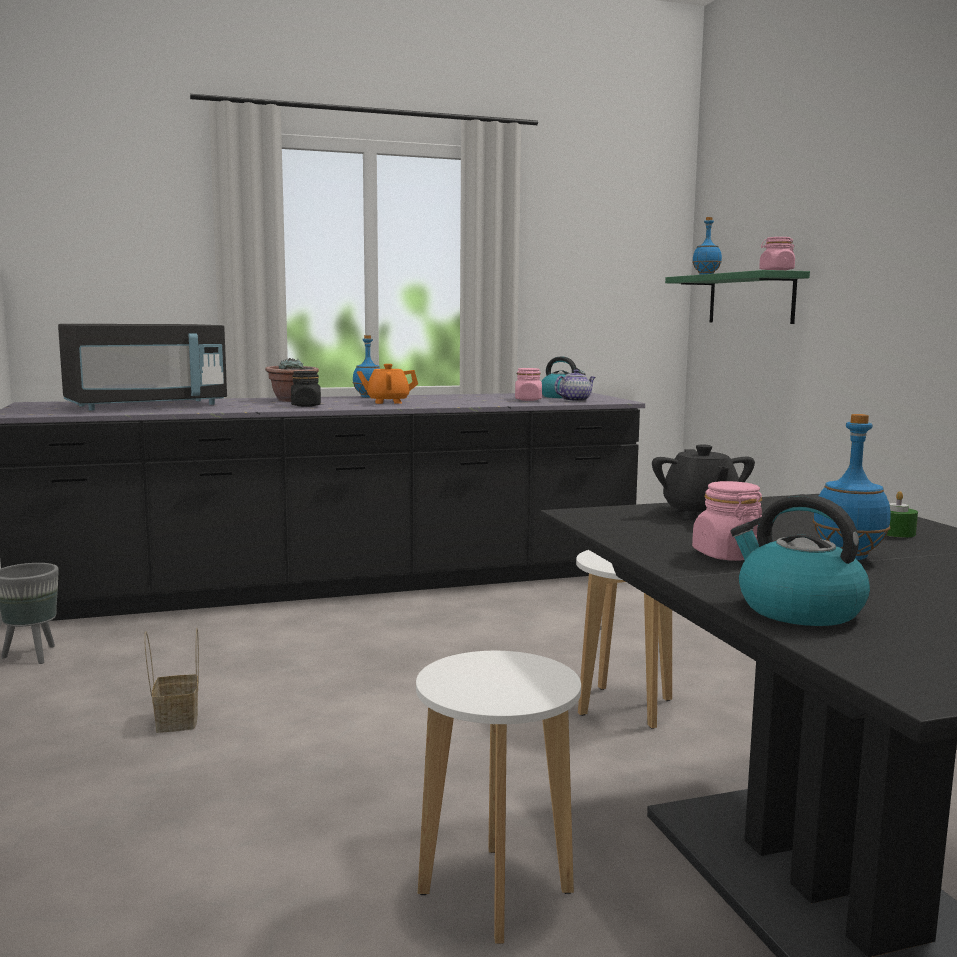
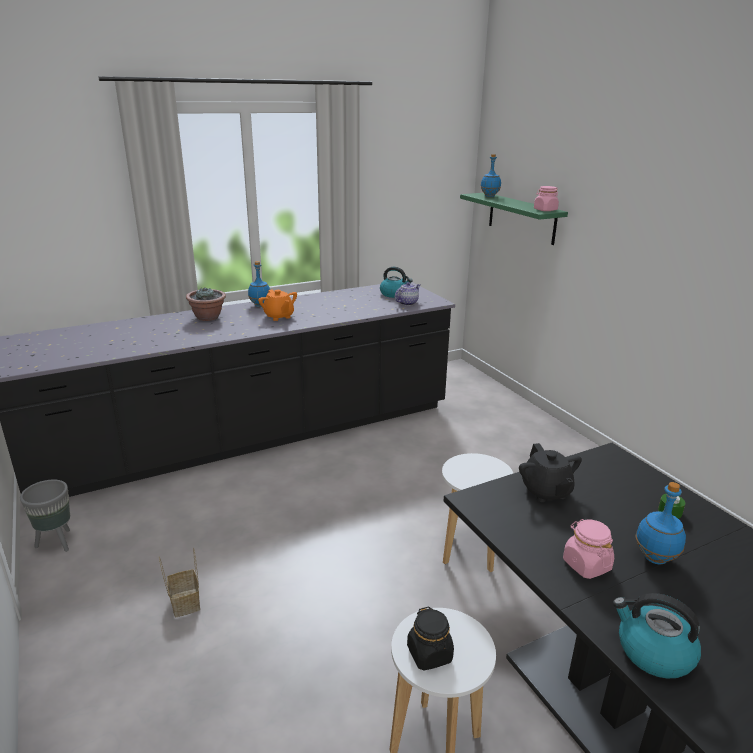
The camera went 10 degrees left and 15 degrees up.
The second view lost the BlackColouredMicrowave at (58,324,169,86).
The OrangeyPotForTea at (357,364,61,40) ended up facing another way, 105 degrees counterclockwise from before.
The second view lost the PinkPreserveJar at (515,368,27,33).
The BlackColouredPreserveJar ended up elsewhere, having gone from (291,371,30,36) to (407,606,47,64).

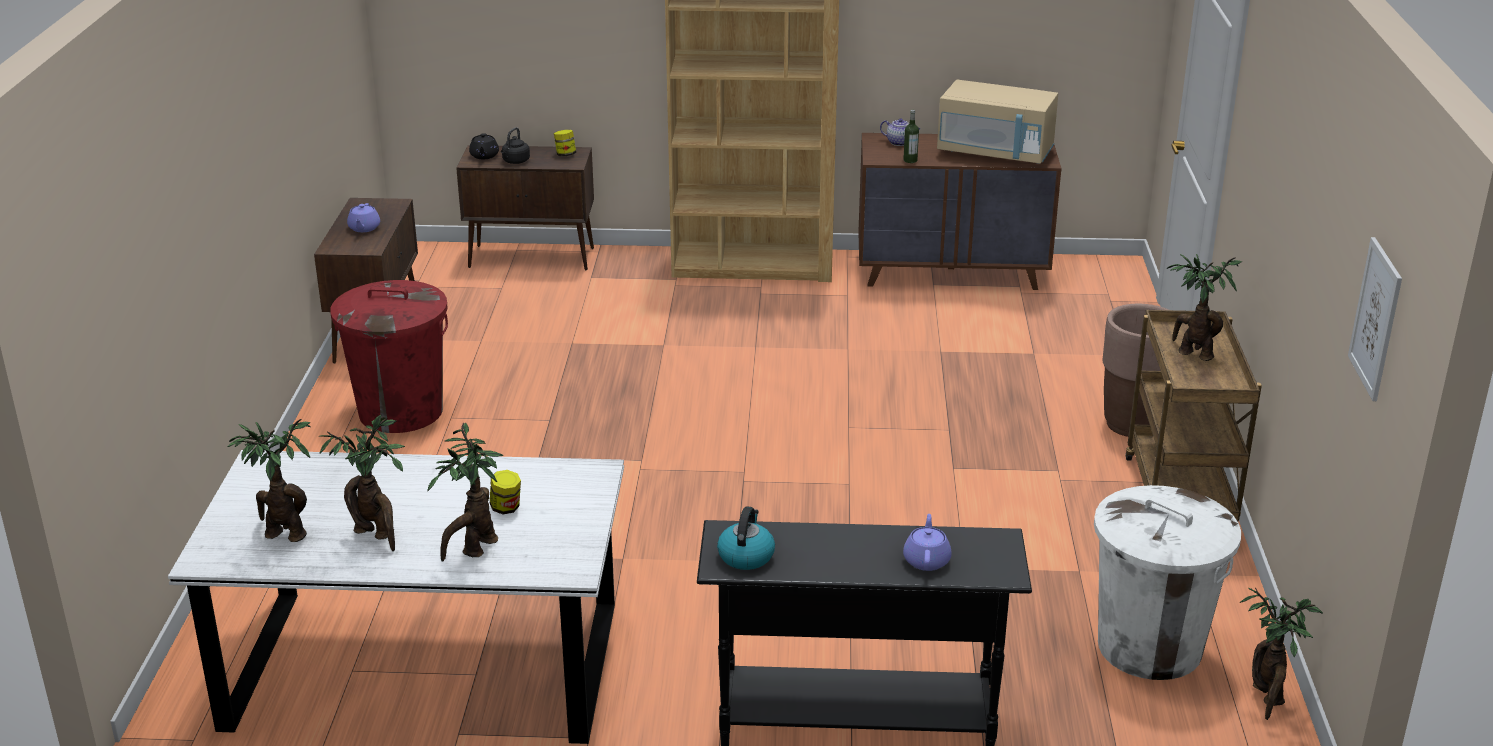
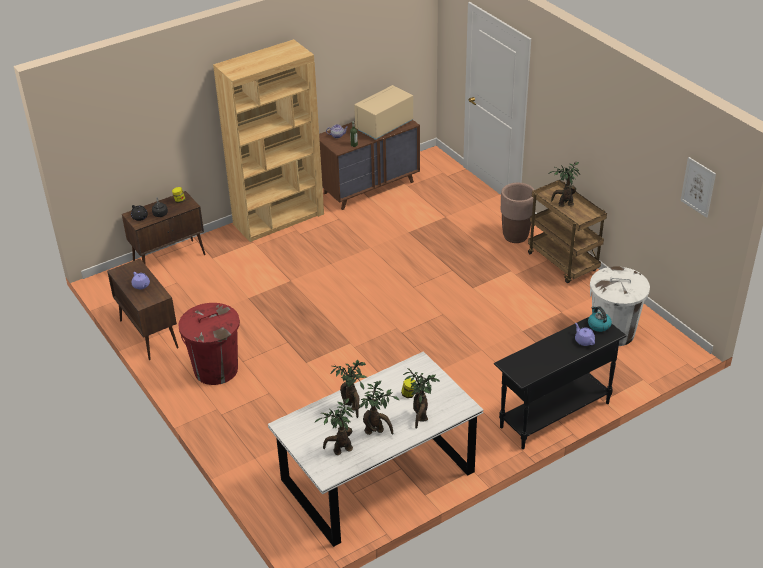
The camera went 35 degrees left and 10 degrees up.
The BeigeMicrowave at (937,80,121,84) ended up facing another way, 150 degrees clockwise from before.
The Kettle ended up elsewhere, having gone from (717,506,58,64) to (588,306,24,26).
The PottedPlant ended up elsewhere, having gone from (1240,588,83,132) to (330,360,37,58).

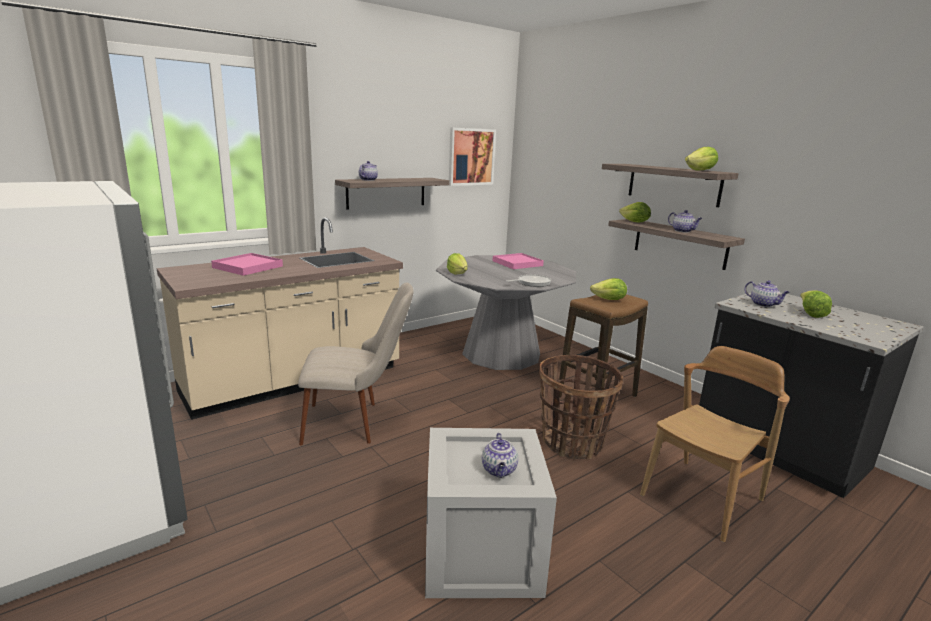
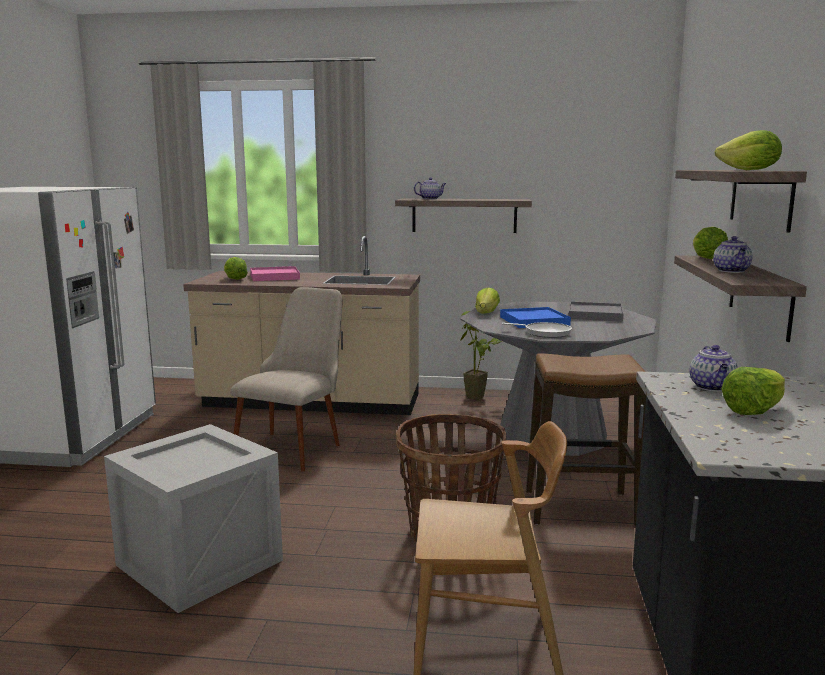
The camera went 45 degrees right and 5 degrees down.
The second view lost the WallArt at (449,127,47,59).
What was the PinkTray at (493,253,51,16) turned into the GreyTray at (569,302,55,20).
The LettuceHead ended up elsewhere, having gone from (590,278,37,22) to (224,257,24,23).
The BeigePlainChair at (298,282,116,163) ended up facing another way, 105 degrees counterclockwise from before.
The second view lost the PotForTea at (482,433,36,45).
The second view gained the BlueColouredTray at (500,307,71,21).
The second view gained the PottedPlant at (460,311,42,89).

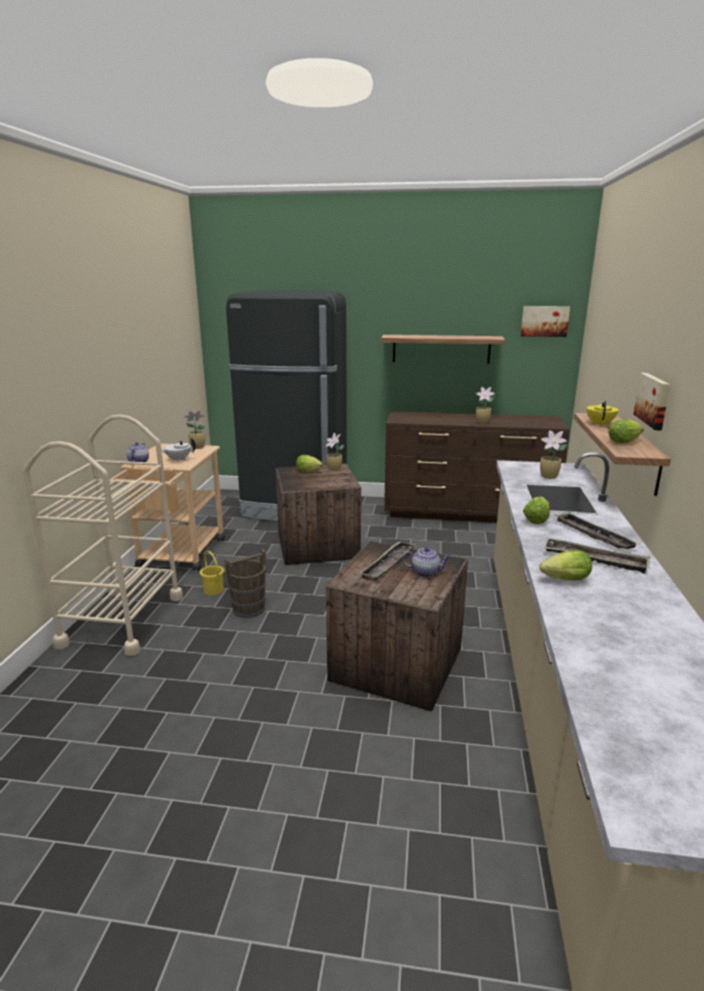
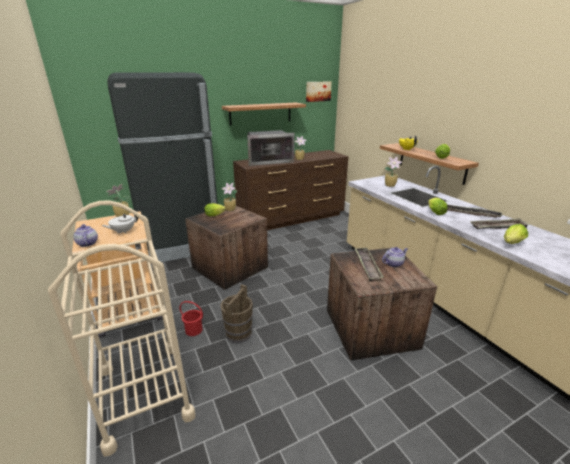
The camera went 35 degrees left and 5 degrees up.
The second view lost the WallArt at (634,373,37,57).
What was the YellowColouredBucket at (200,551,24,44) turned into the RedColouredBucket at (179,301,24,35).
The second view gained the Microwave at (247,130,48,36).

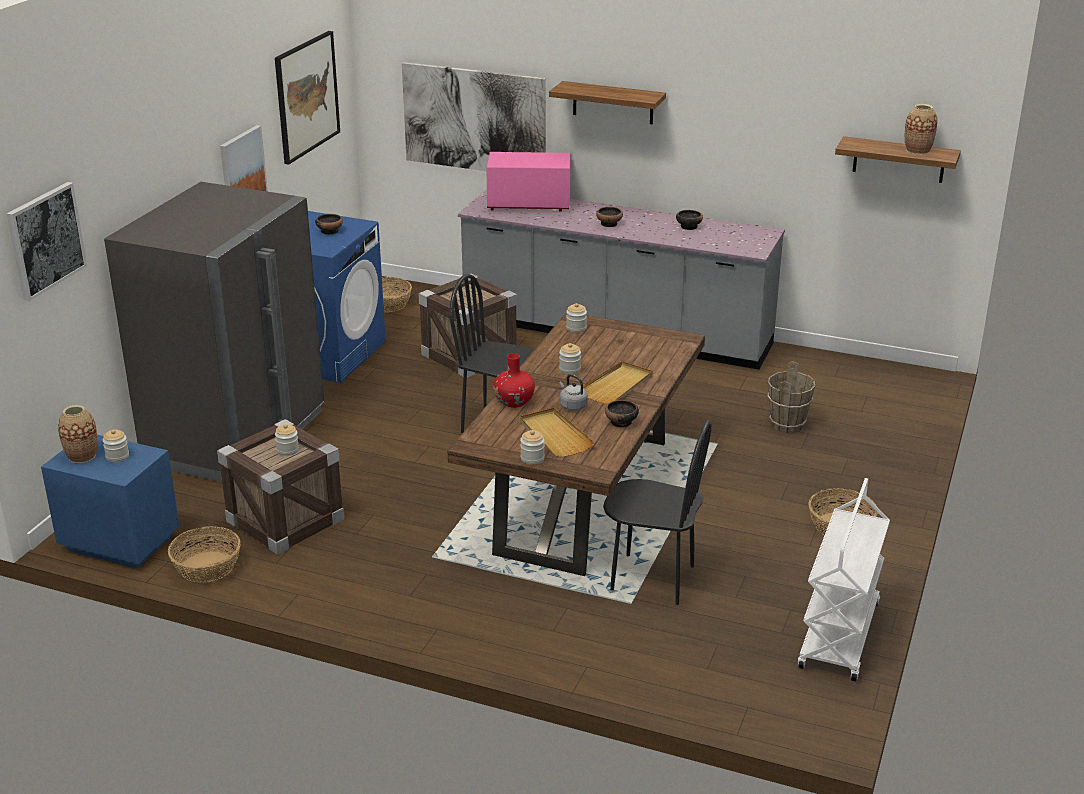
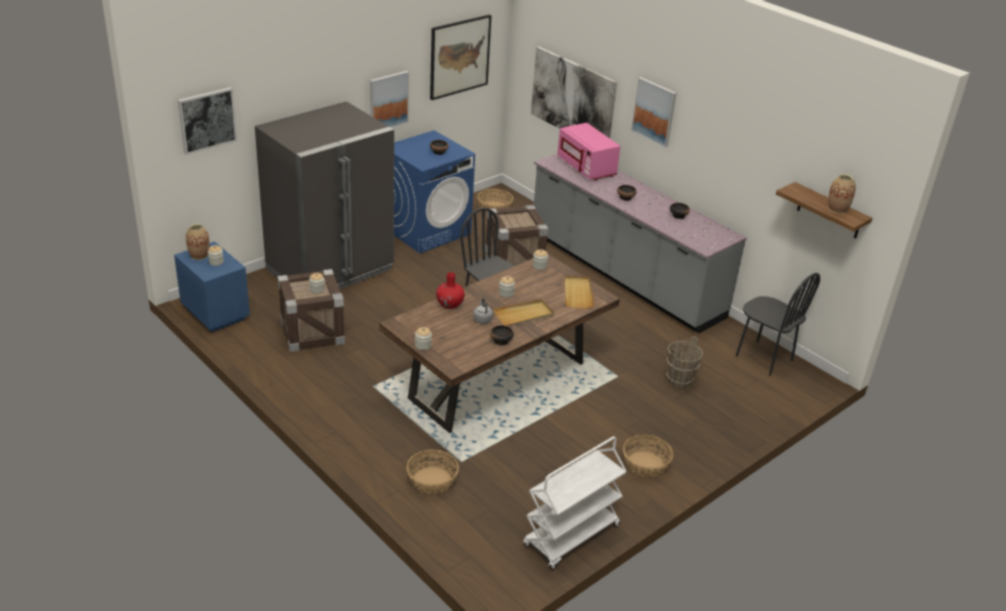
The camera went 25 degrees right and 5 degrees up.
Where the BracketShelf hung at (549,81,117,43), the WallArt came to hang at (631,77,46,70).
The PinkMicrowave at (486,152,85,59) ended up facing another way, 150 degrees counterclockwise from before.
The BeigeTray ended up elsewhere, having gone from (520,408,75,49) to (564,276,31,33).
The BlackColouredPlainChair ended up elsewhere, having gone from (603,420,109,185) to (736,273,84,103).
The StorageBasket ended up elsewhere, having gone from (168,526,73,57) to (407,449,52,45).

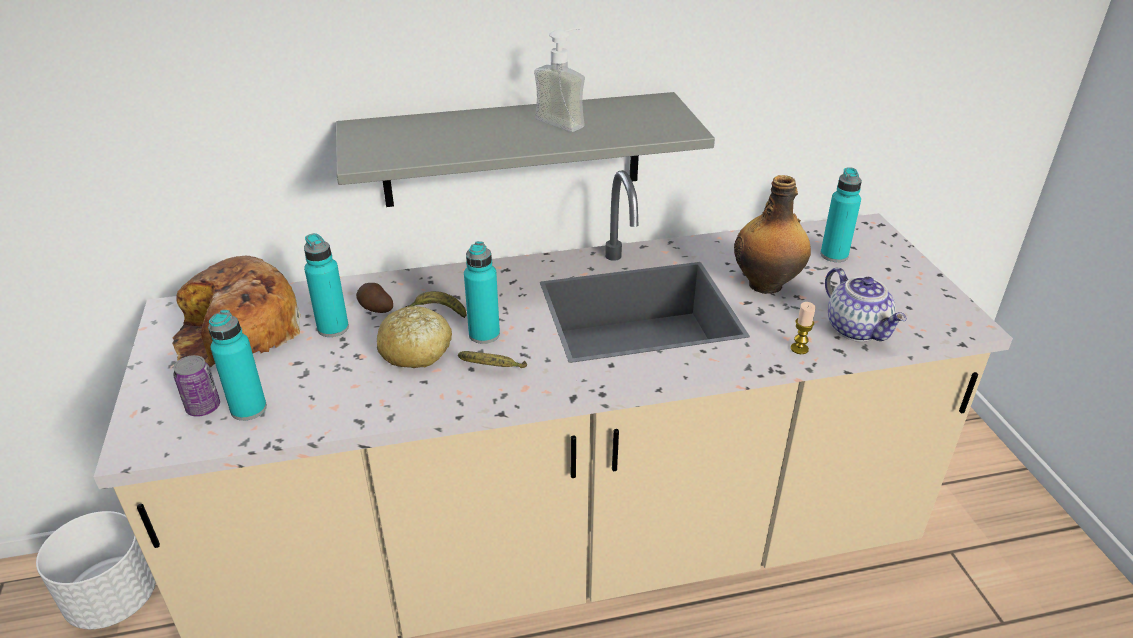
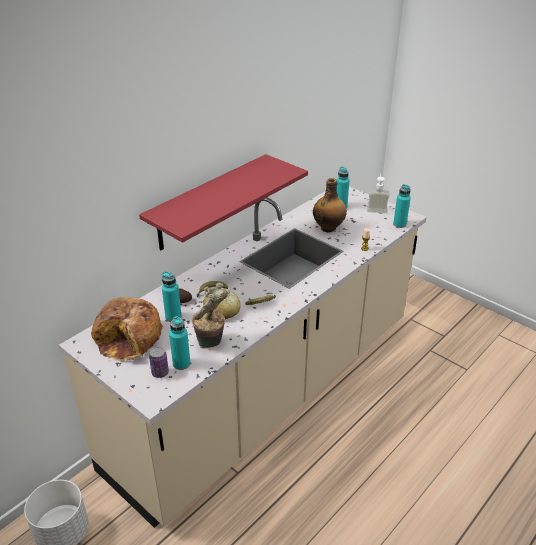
The camera went 35 degrees left and 0 degrees up.
The SoapDispenser ended up elsewhere, having gone from (534,27,51,105) to (367,173,23,40).
What was the GreyBracketShelf at (336,92,379,115) turned into the RedColouredBracketShelf at (139,154,169,97).
The BlueGreenBeverageBottle ended up elsewhere, having gone from (464,241,36,103) to (393,184,18,44).
The second view lost the PotForTea at (825,267,82,75).
The second view gained the PottedPlant at (192,282,36,66).

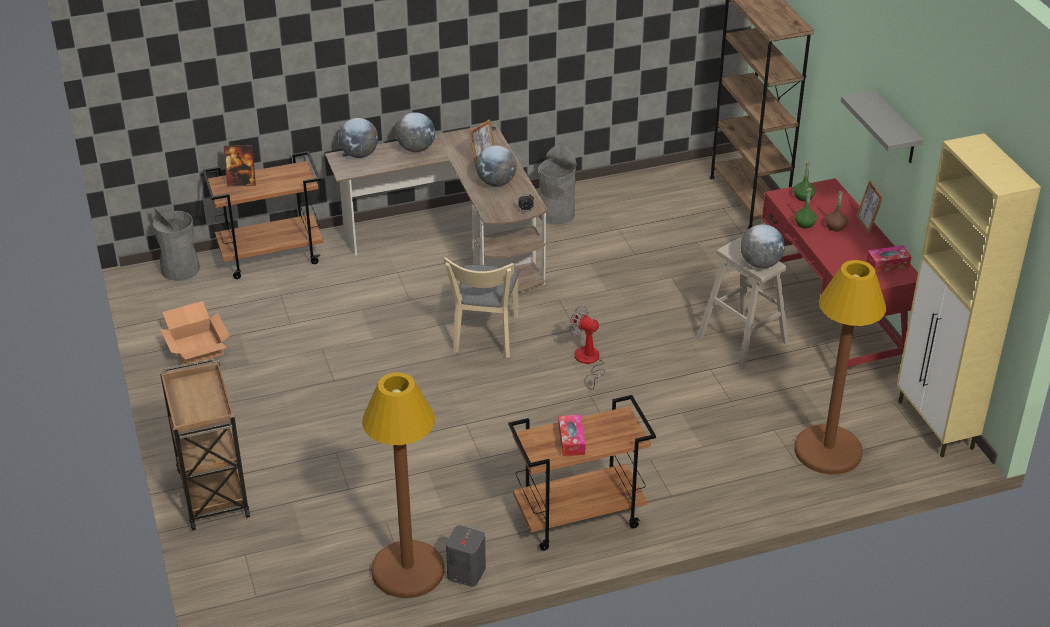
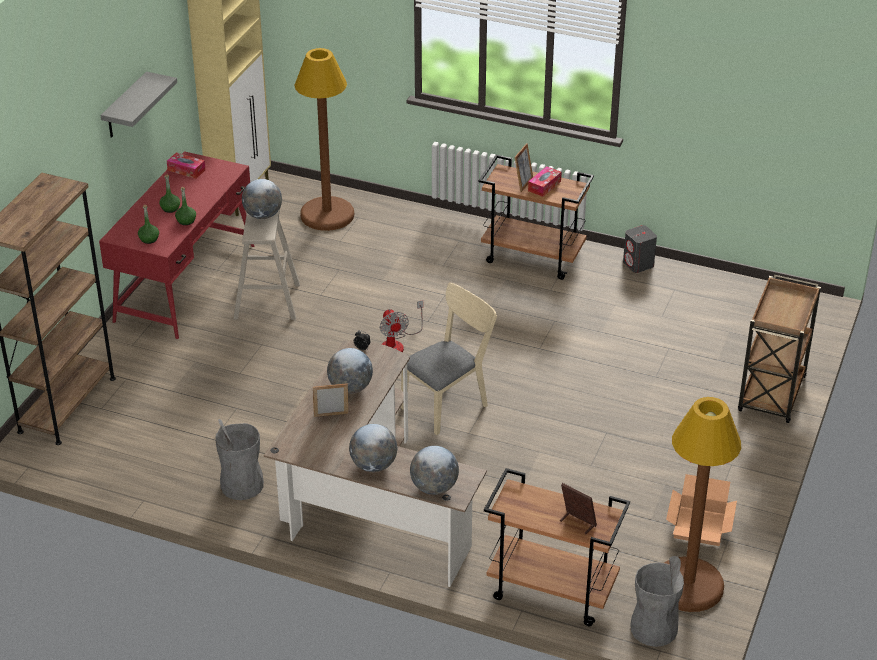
The camera went 140 degrees left and 0 degrees up.
The PhotoFrame ended up elsewhere, having gone from (856,180,27,54) to (515,143,18,49).
What was the BrownBeverageBottle at (825,191,23,40) turned into the GreenBeverageBottle at (159,174,21,39).
The BrownStandardLamp ended up elsewhere, having gone from (362,372,82,226) to (664,397,77,215).

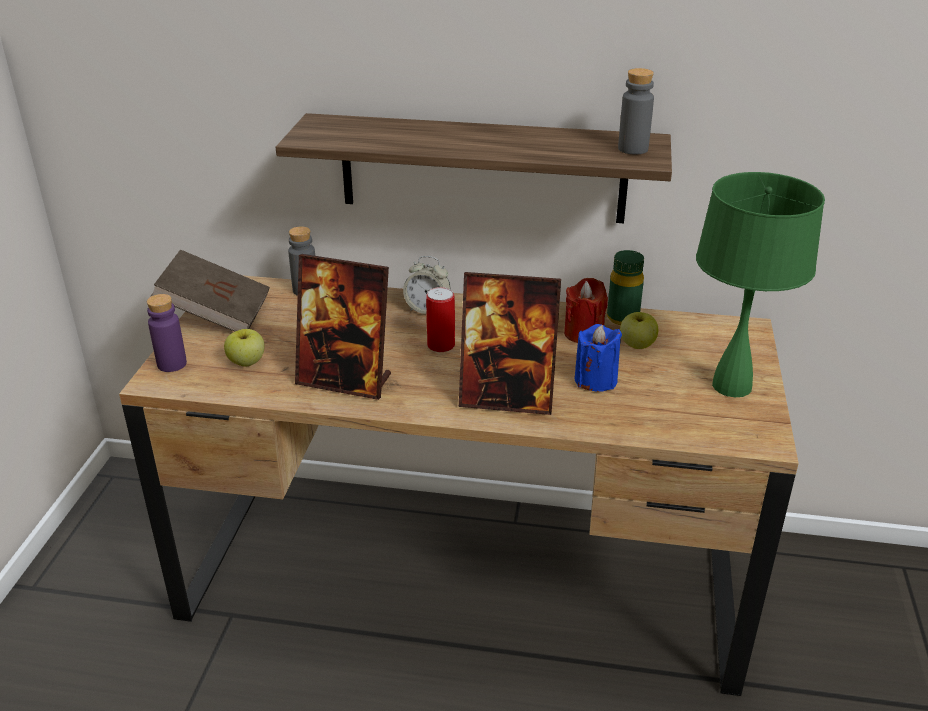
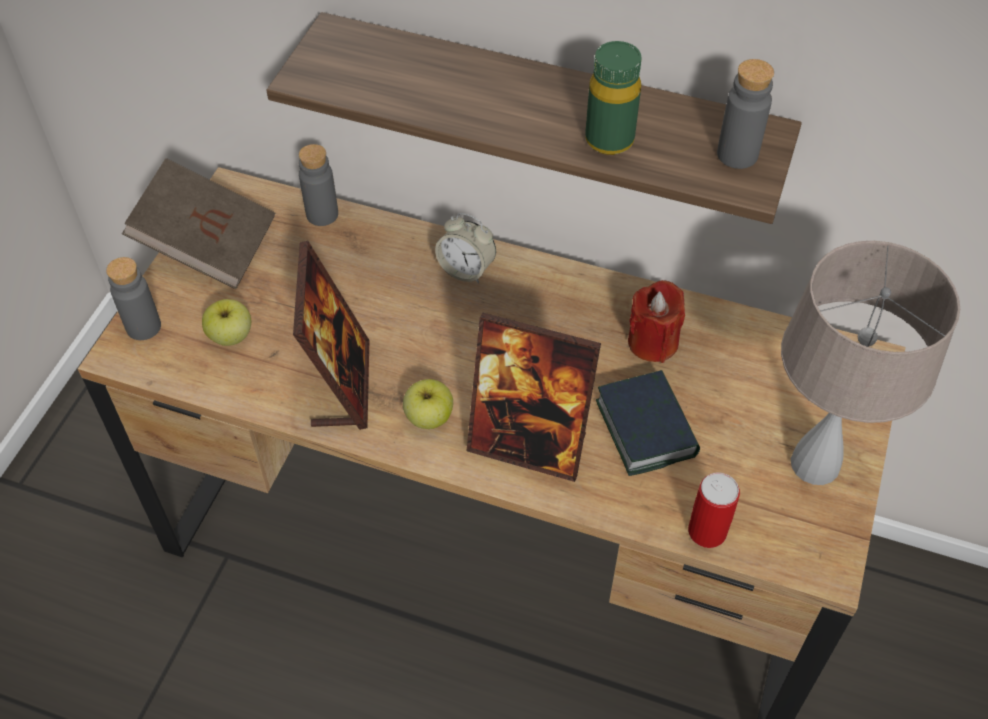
The camera went 10 degrees right and 20 degrees up.
What was the GreenTableLamp at (696,172,129,225) turned into the BeigeTableLamp at (781,241,179,244).
The GreenBeverageBottle ended up elsewhere, having gone from (607,250,37,75) to (585,41,57,114).
The PhotoFrame at (295,254,96,146) ended up facing another way, 120 degrees counterclockwise from before.
The MetalCan ended up elsewhere, having gone from (426,287,29,65) to (688,473,52,75).
What was the PurplishBeverageBottle at (147,294,40,78) turned into the GreyBeverageBottle at (106,257,55,83).
The Apple ended up elsewhere, having gone from (620,312,38,37) to (403,379,50,50).
Where the BlueColouredWaxCandle stood at (574,324,48,68), the Book came to stand at (596,370,104,106).

